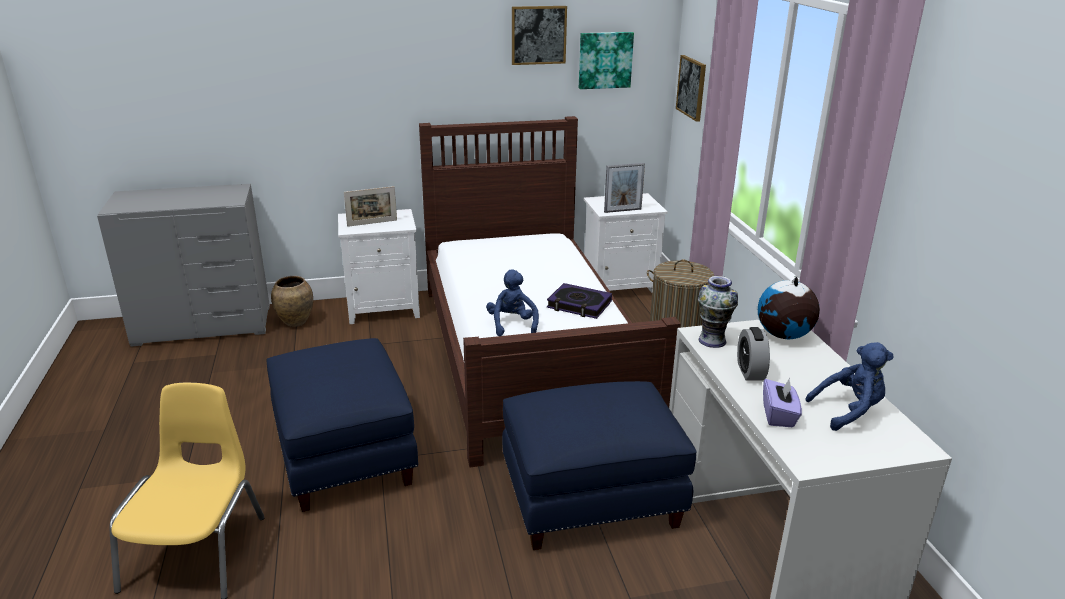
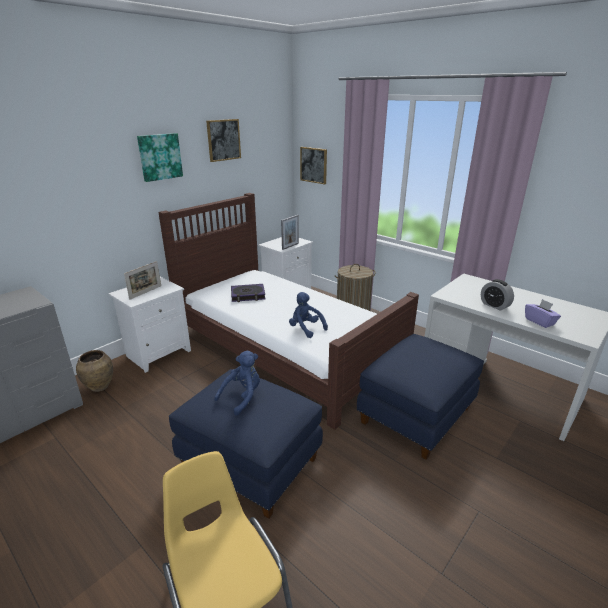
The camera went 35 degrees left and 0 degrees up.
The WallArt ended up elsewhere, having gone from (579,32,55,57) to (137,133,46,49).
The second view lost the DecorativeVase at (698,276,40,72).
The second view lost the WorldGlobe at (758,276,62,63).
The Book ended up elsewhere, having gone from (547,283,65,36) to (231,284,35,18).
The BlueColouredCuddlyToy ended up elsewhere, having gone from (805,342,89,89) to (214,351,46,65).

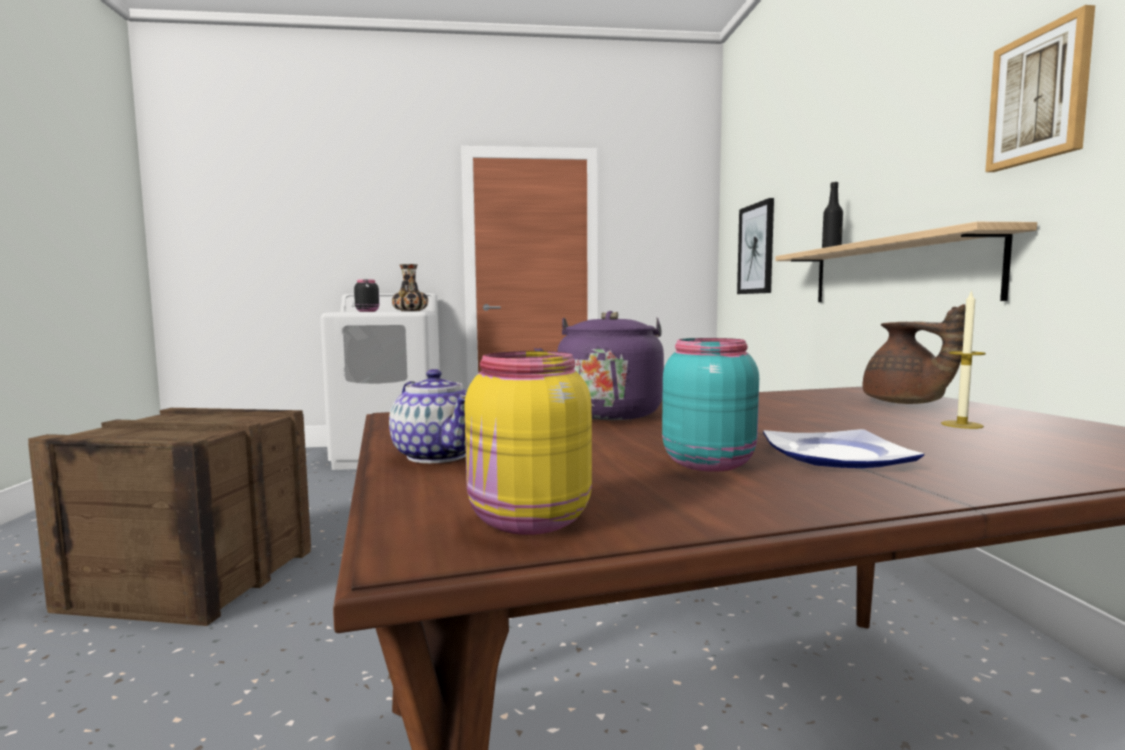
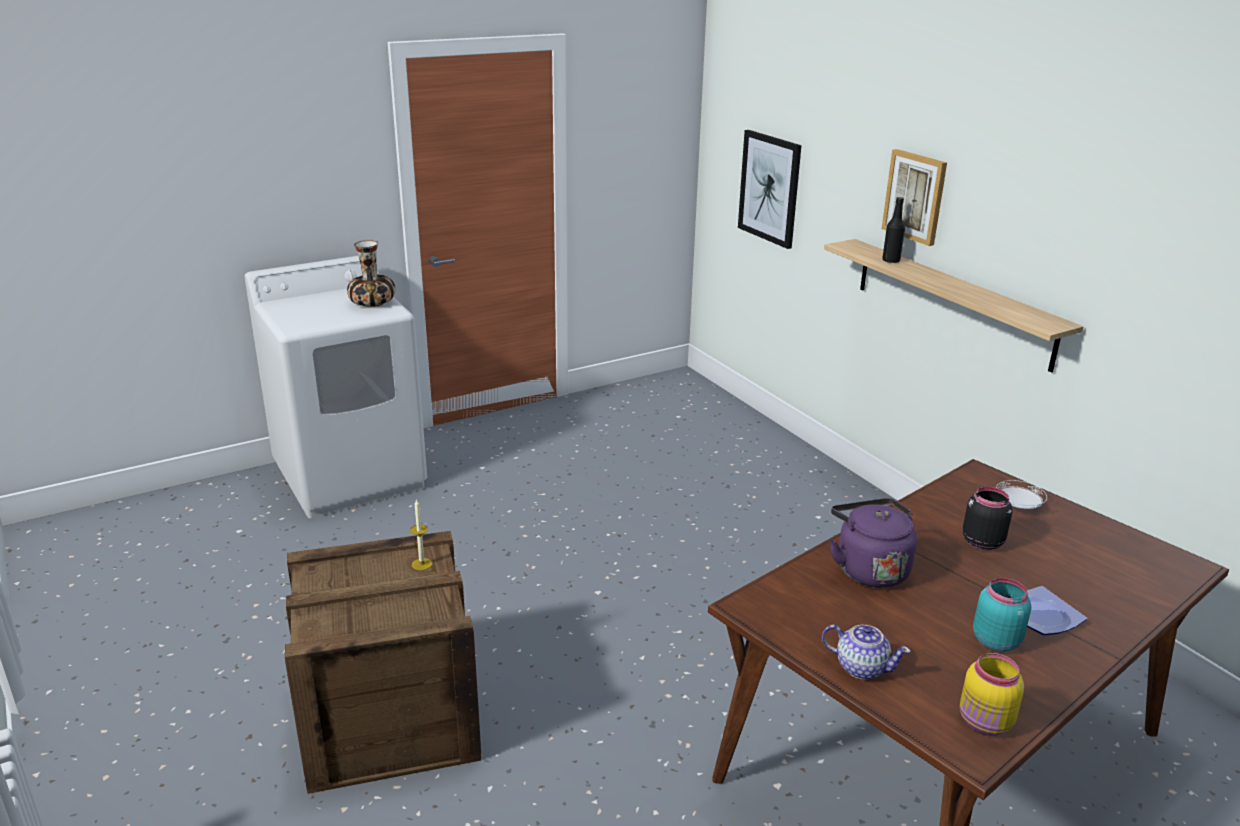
The camera went 25 degrees left and 20 degrees up.
The WallArt ended up elsewhere, having gone from (985,5,110,167) to (882,149,65,97).
The BlackColouredPreserveJar ended up elsewhere, having gone from (354,279,25,33) to (963,487,50,63).
The WaxCandle ended up elsewhere, having gone from (941,290,45,139) to (410,499,22,71).
Where the BrownPotForTea stood at (863,304,103,100), the WhiteColouredPlate came to stand at (996,480,51,29).

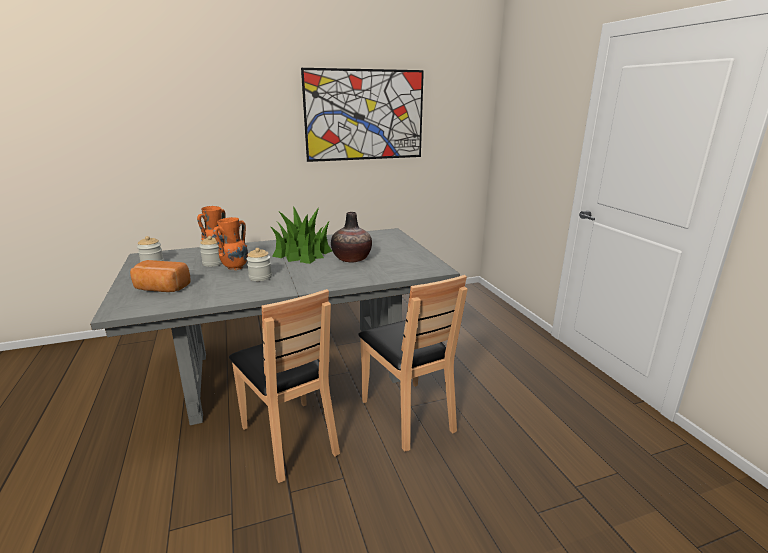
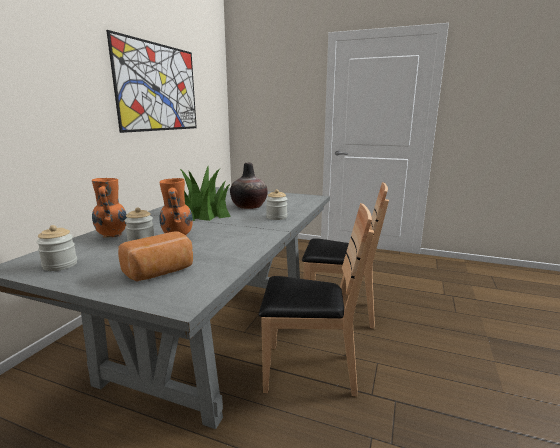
The camera went 50 degrees left and 5 degrees down.
The PreserveJar ended up elsewhere, having gone from (247,248,25,33) to (266,189,21,31).

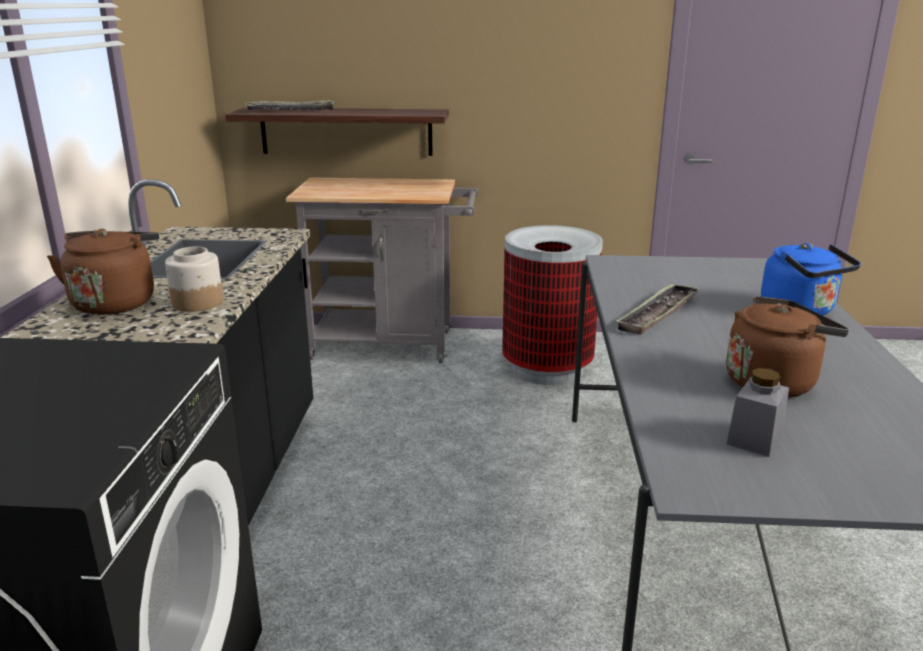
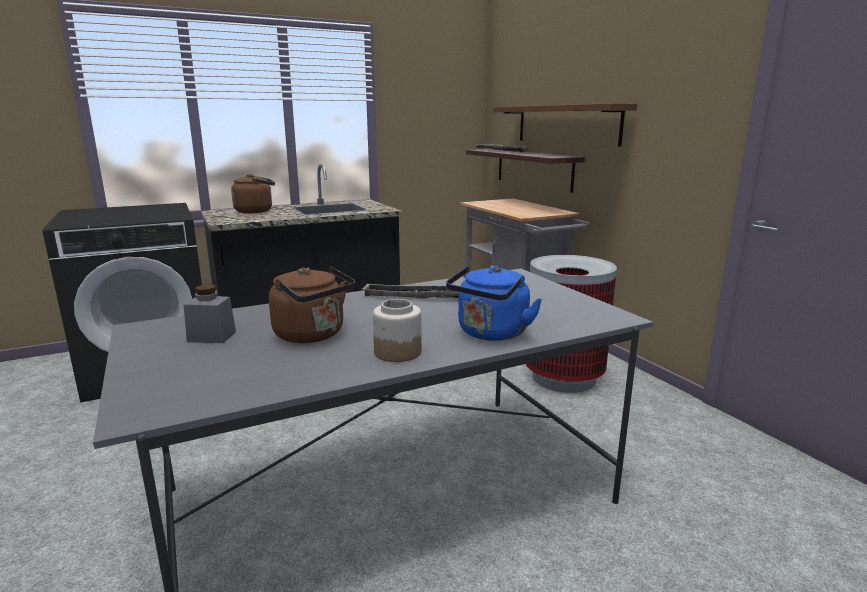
The camera went 60 degrees right and 5 degrees down.
The PreserveJar ended up elsewhere, having gone from (165,247,58,65) to (373,299,49,63).
The second view gained the BrownBracketShelf at (493,103,144,44).

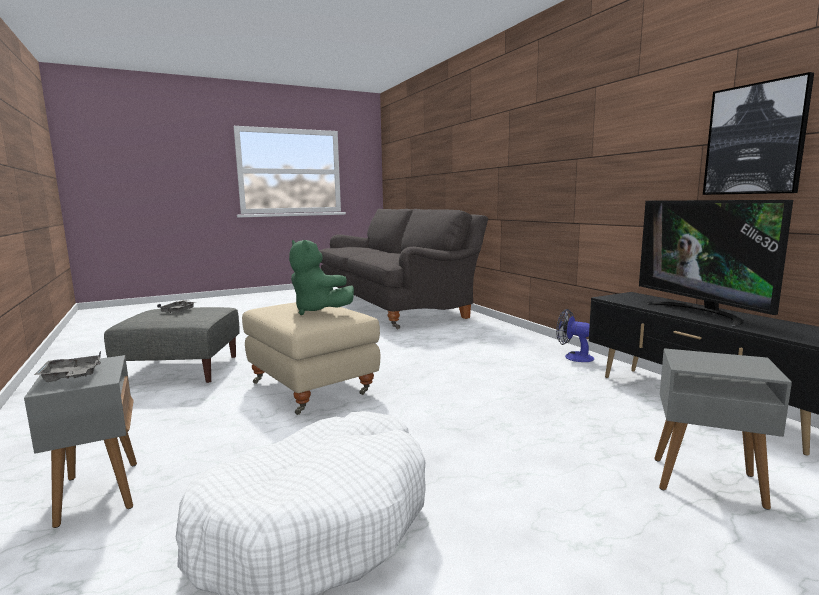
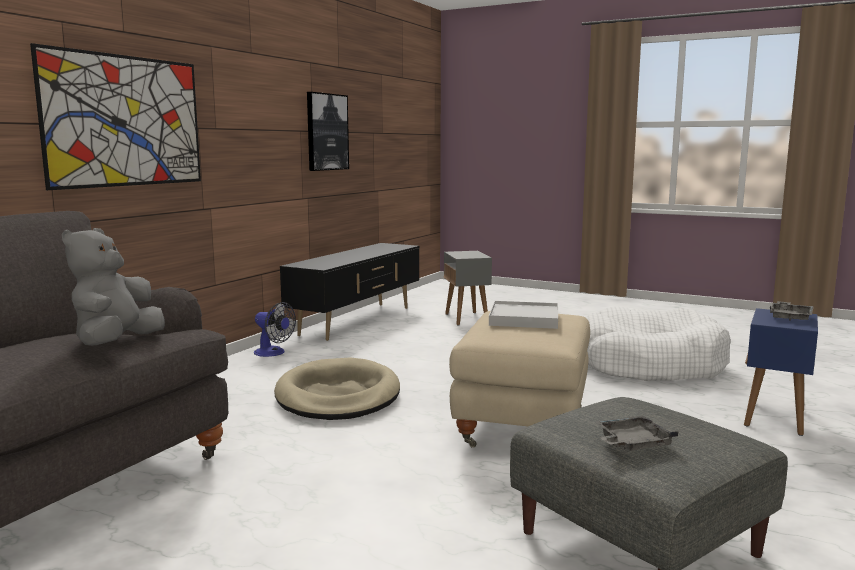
The camera went 125 degrees left and 0 degrees up.
The second view lost the Tv at (639,200,154,126).
Where the GreenCuddlyToy stood at (289,240,65,75), the WhiteColouredTray came to stand at (489,301,69,28).
The ElectricFan at (556,309,38,53) ended up facing another way, 60 degrees counterclockwise from before.
What was the GreySideTable at (24,355,113,173) turned into the BlueColouredSideTable at (744,308,74,128).
The second view gained the WallArt at (30,43,171,147).
The second view gained the GreyCuddlyToy at (62,228,103,118).
The second view gained the BeigePetBed at (274,358,126,62).

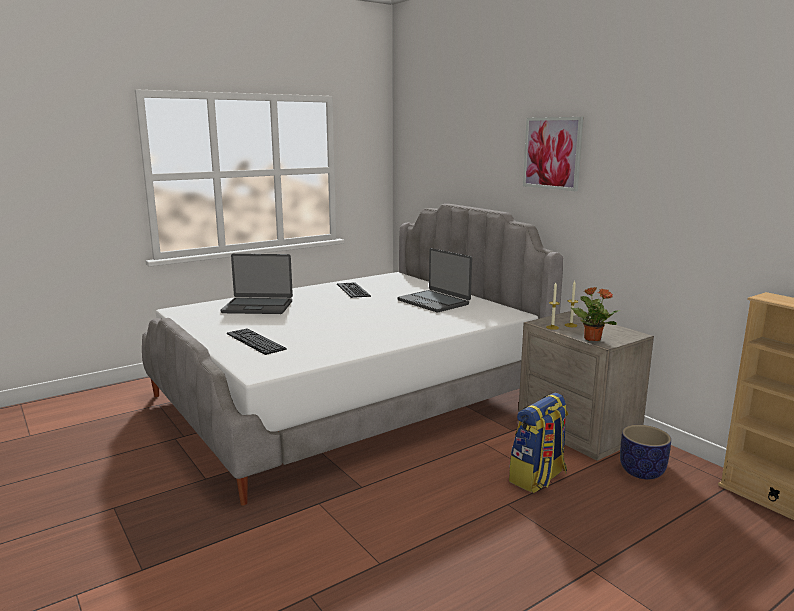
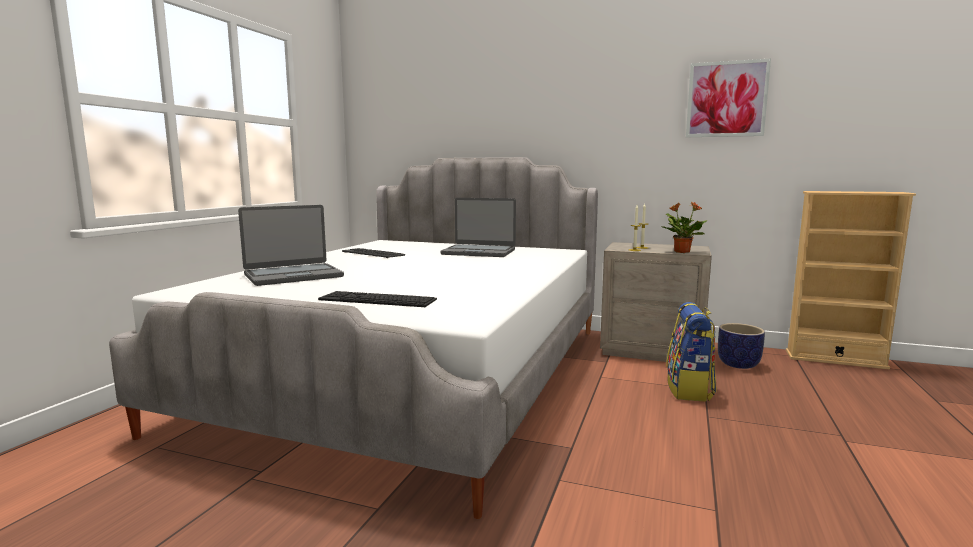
The camera went 35 degrees left and 5 degrees down.
The WallArt ended up elsewhere, having gone from (523,117,61,74) to (686,58,85,79).

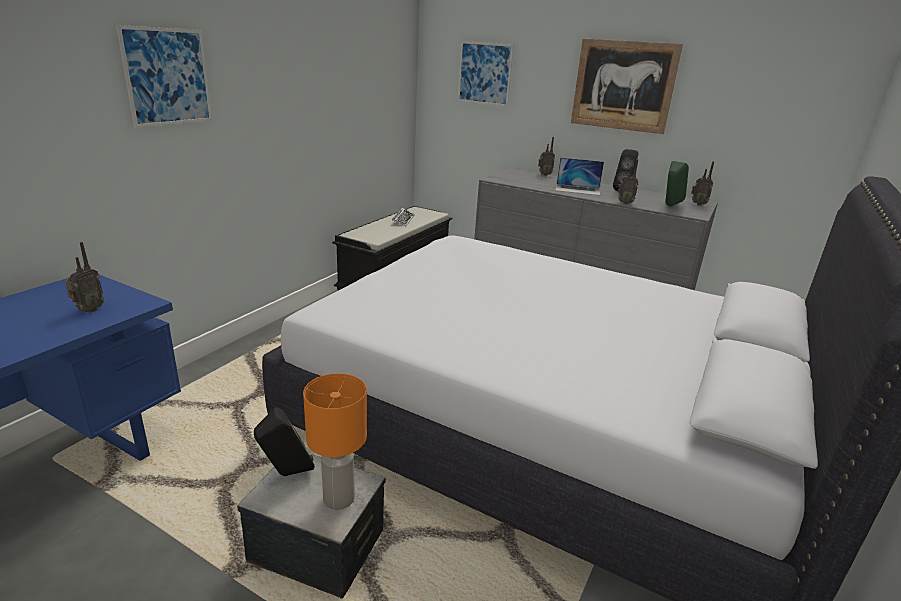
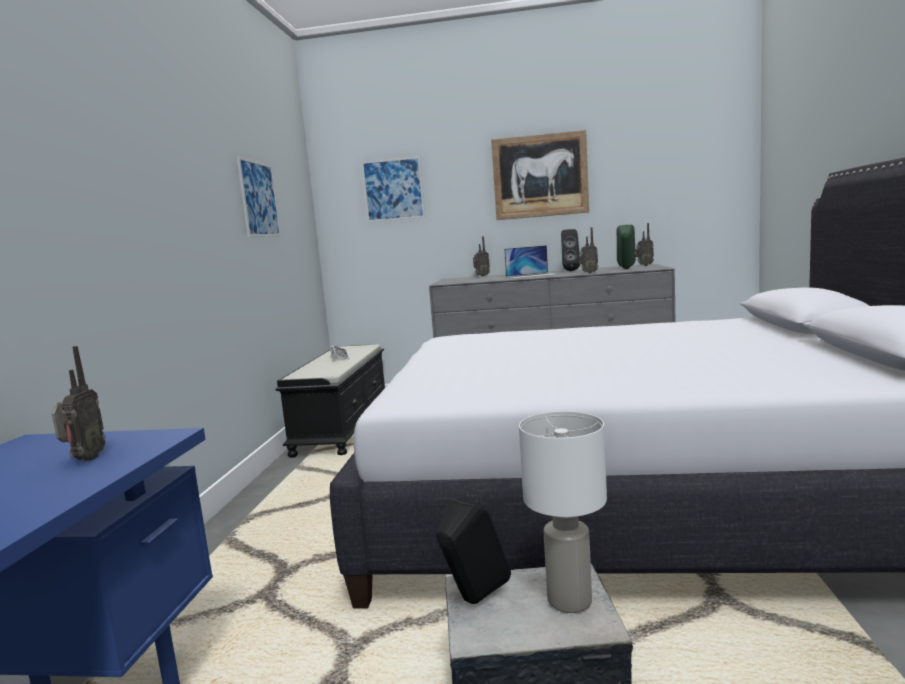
The camera went 20 degrees left and 15 degrees down.
The WallArt ended up elsewhere, having gone from (116,25,96,103) to (237,157,44,80).
What was the OrangeyTableLamp at (303,373,64,137) turned into the WhiteColouredTableLamp at (519,411,88,202).

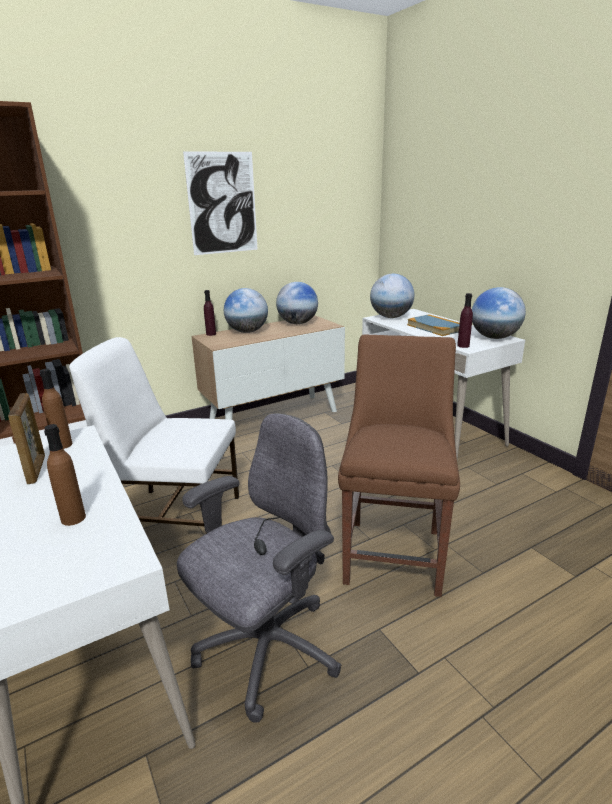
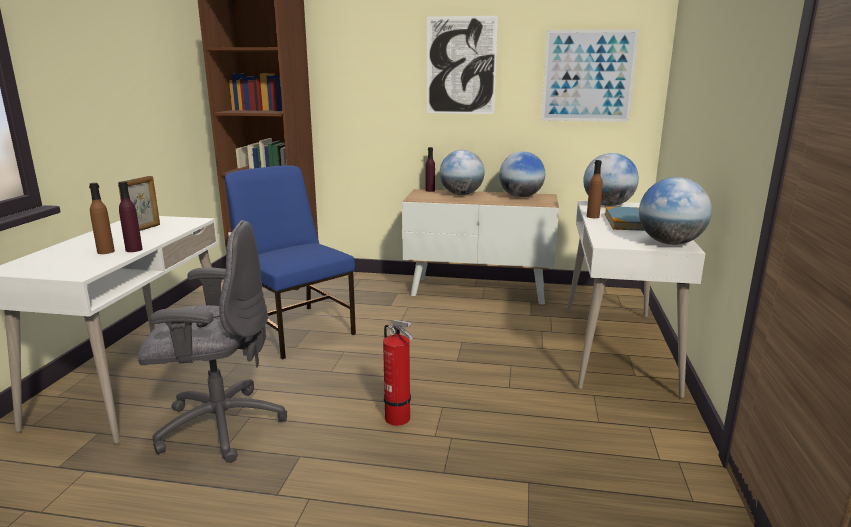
The camera went 40 degrees right and 5 degrees down.
The PurplishBeverageBottle ended up elsewhere, having gone from (457,293,16,55) to (118,181,24,71).
Where the BrownPlainChair stood at (338,334,122,263), the FireExtinguisher came to stand at (383,320,30,106).
What was the WhiteColouredPlainChair at (69,337,170,197) turned into the BlueColouredPlainChair at (225,165,131,195).
The BrownBeverageBottle ended up elsewhere, having gone from (40,369,33,80) to (587,160,16,58).
The second view gained the WallArt at (541,29,98,93).

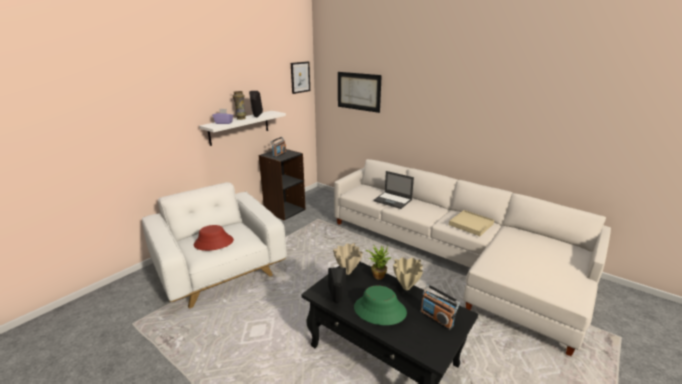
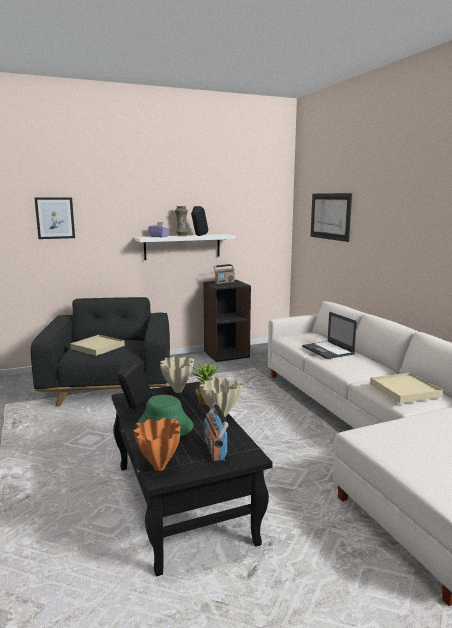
The camera went 30 degrees right and 10 degrees down.
The WallArt ended up elsewhere, having gone from (291,61,19,33) to (34,197,41,42).
What was the WhiteColouredArmchair at (142,182,145,127) turned into the BlackColouredArmchair at (31,297,139,110).
Where the RedColouredClothingHat stood at (194,225,40,26), the BeigeTray came to stand at (70,335,55,21).
The second view gained the OrangeyDecorativeVase at (134,418,47,53).

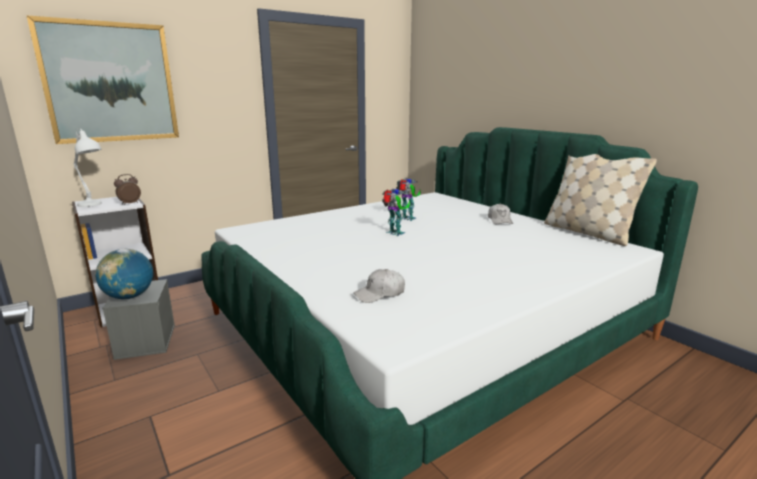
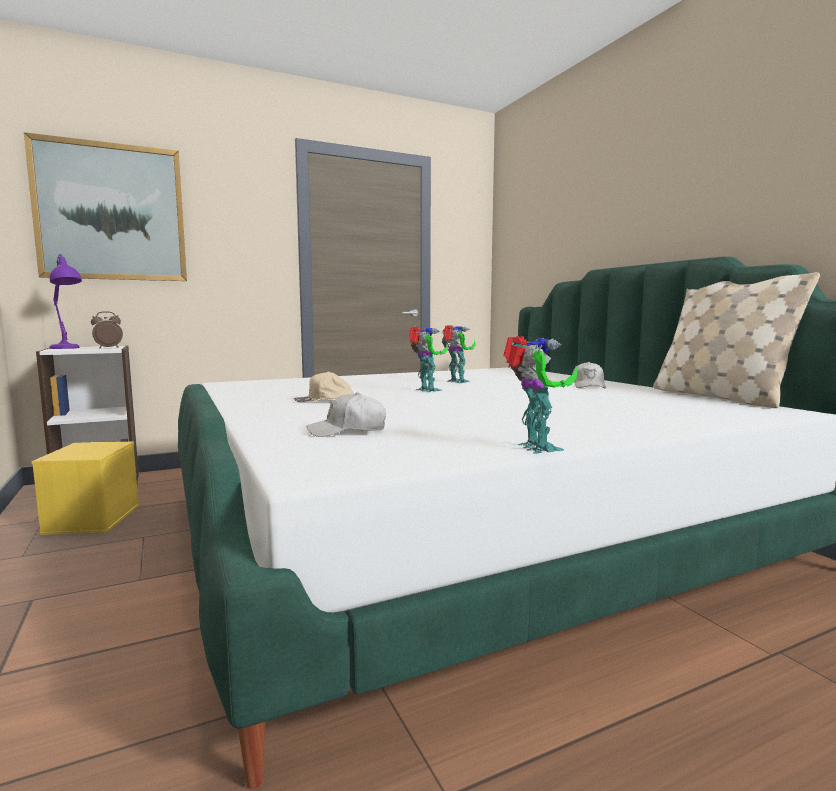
The camera went 10 degrees right and 10 degrees down.
What was the WhiteColouredTableLamp at (74,128,28,79) turned into the PurplishTableLamp at (49,254,33,95).
The second view lost the WorldGlobe at (95,249,58,51).
What was the GreyStorageBox at (102,279,73,81) turned into the YellowColouredStorageBox at (32,441,107,94).
The second view gained the ModelRobot at (503,336,74,118).
The second view gained the BeigeCap at (294,371,59,32).

